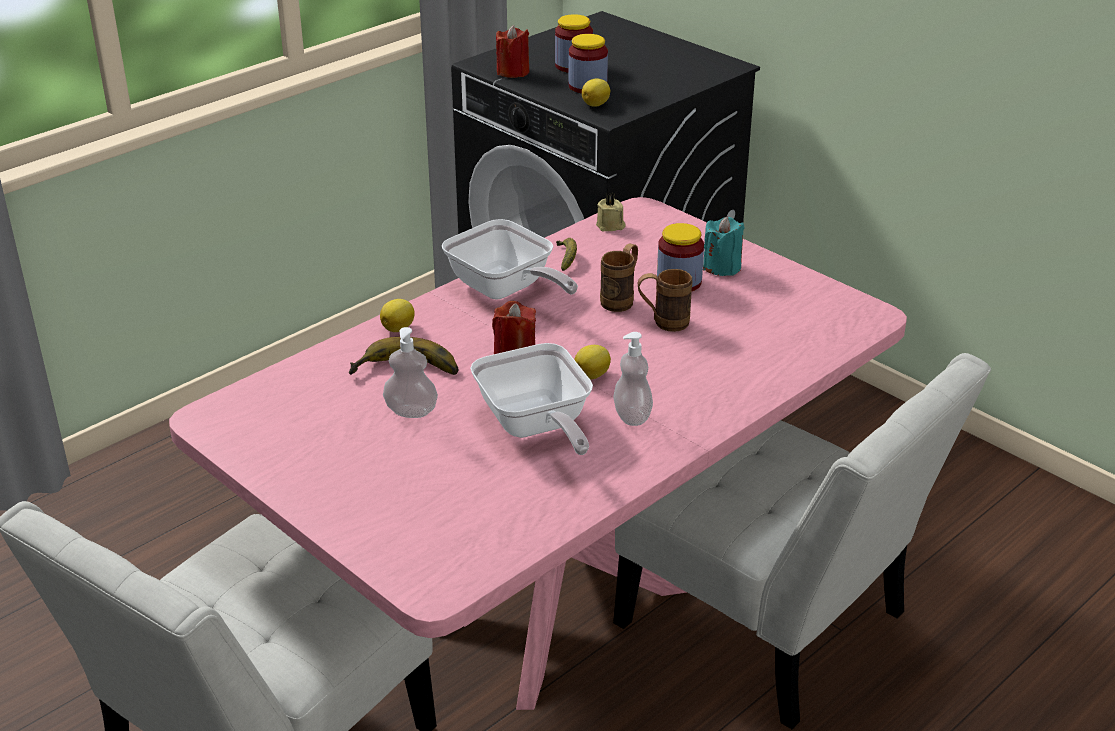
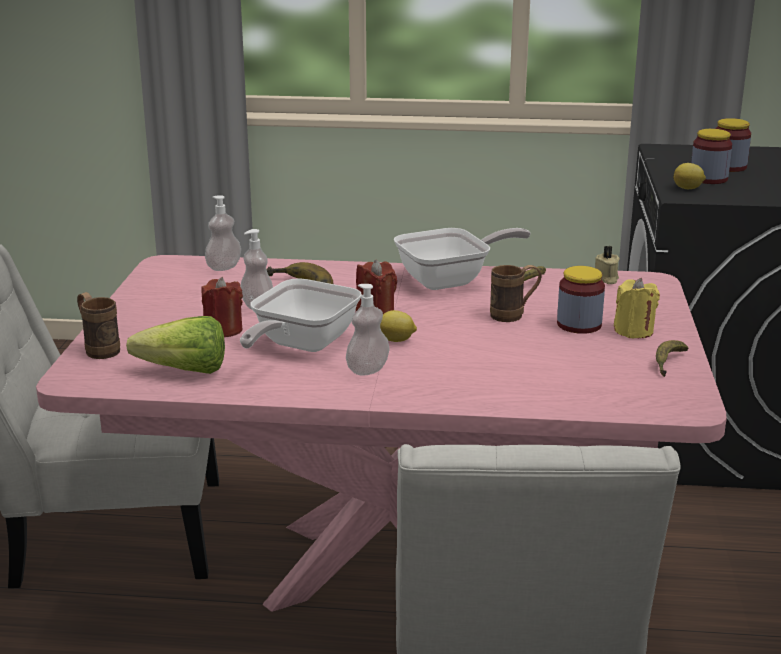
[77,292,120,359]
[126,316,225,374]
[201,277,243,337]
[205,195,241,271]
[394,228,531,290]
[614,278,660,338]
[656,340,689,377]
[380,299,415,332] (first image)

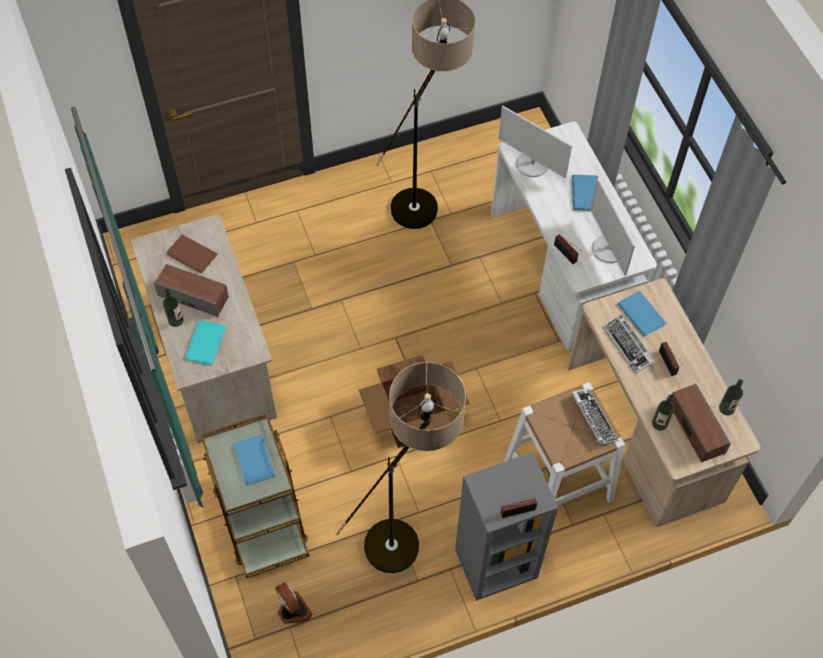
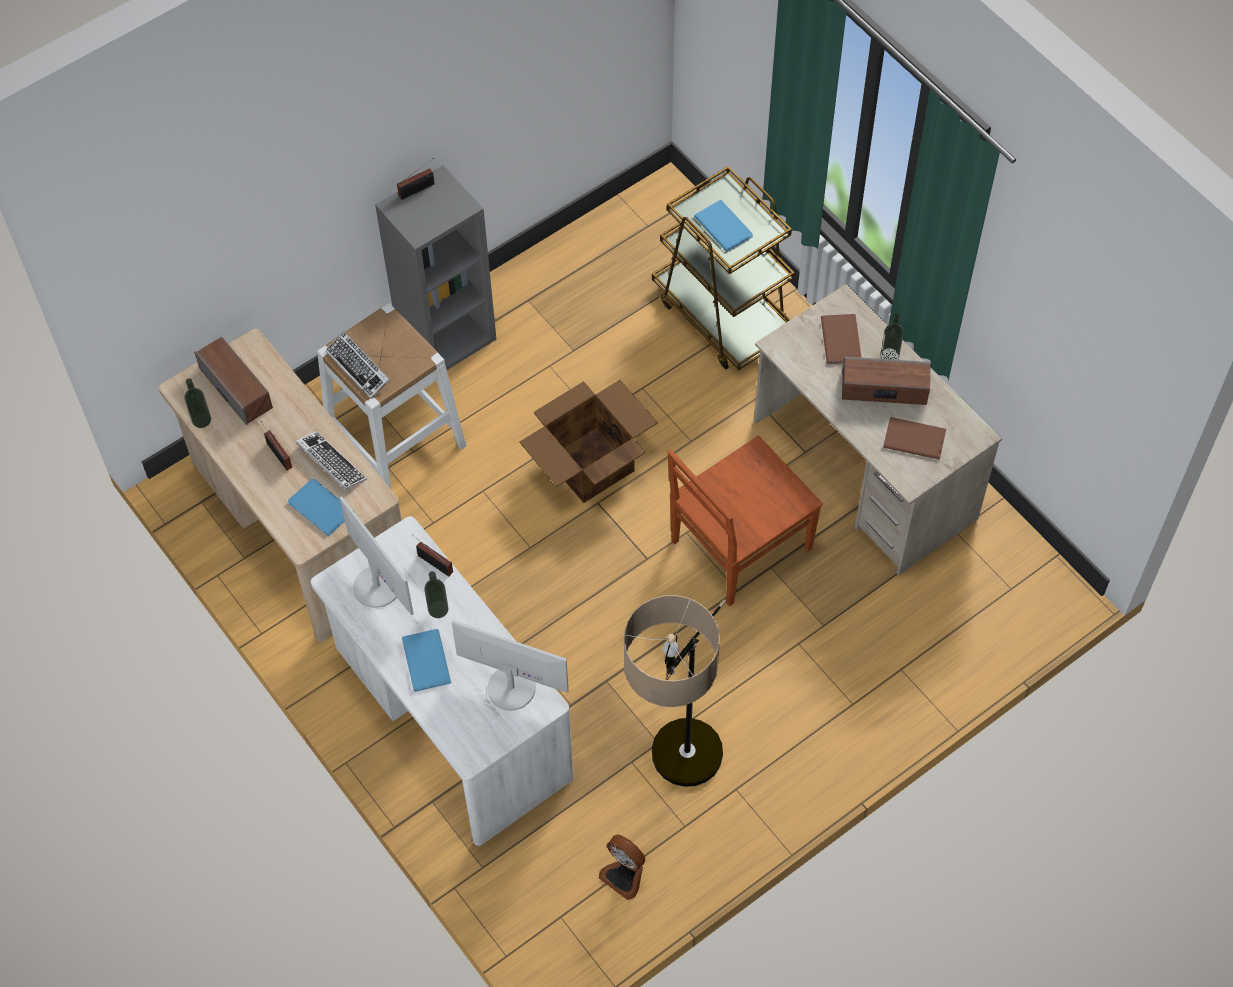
[424,571,448,618]
[599,835,645,900]
[667,435,823,606]
[821,314,862,364]
[336,362,466,573] (first image)

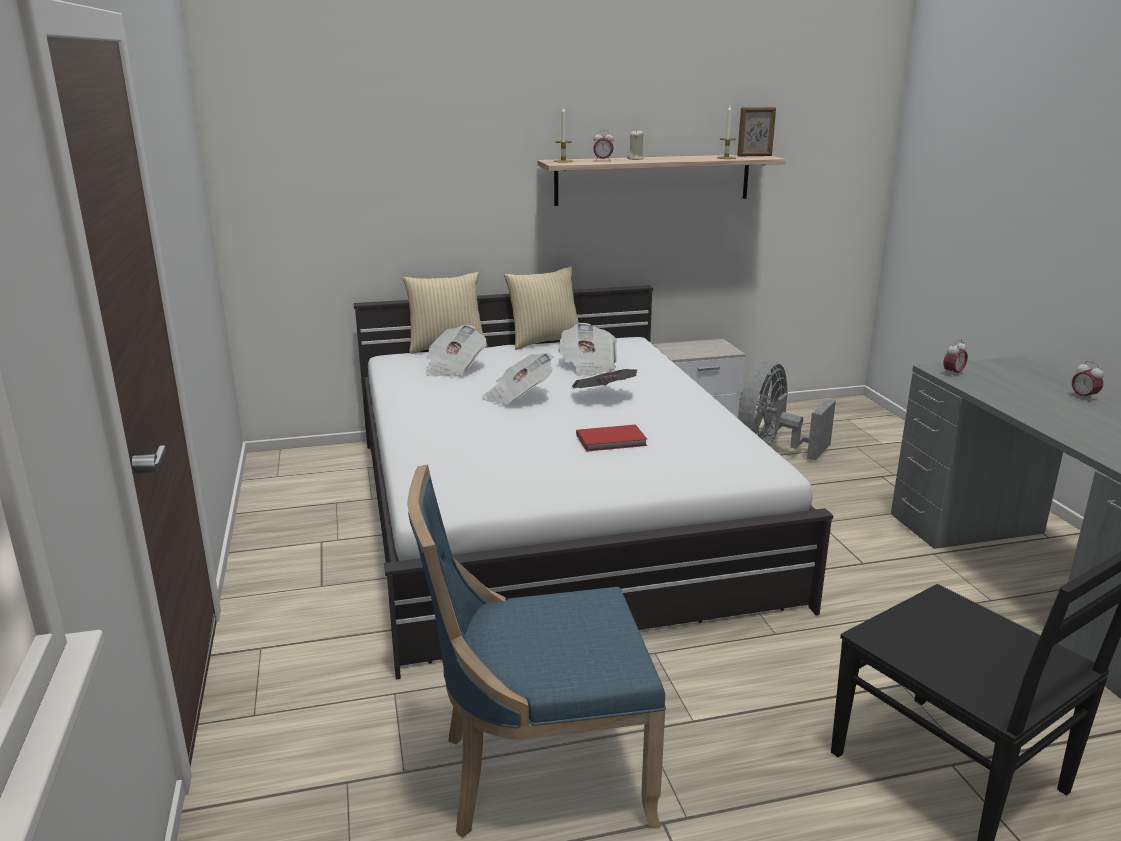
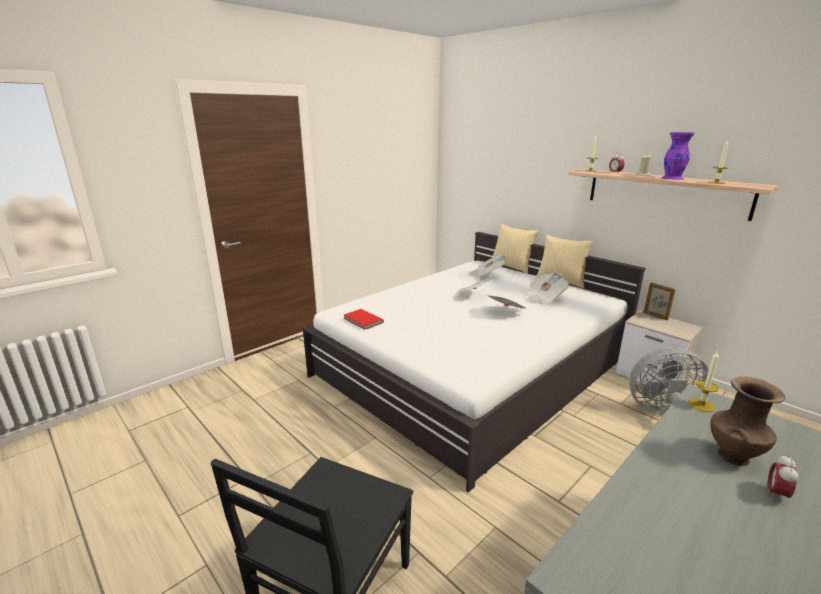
[343,309,384,330]
[644,283,676,320]
[661,132,695,180]
[689,350,719,412]
[710,376,785,466]
[407,464,666,838] (first image)

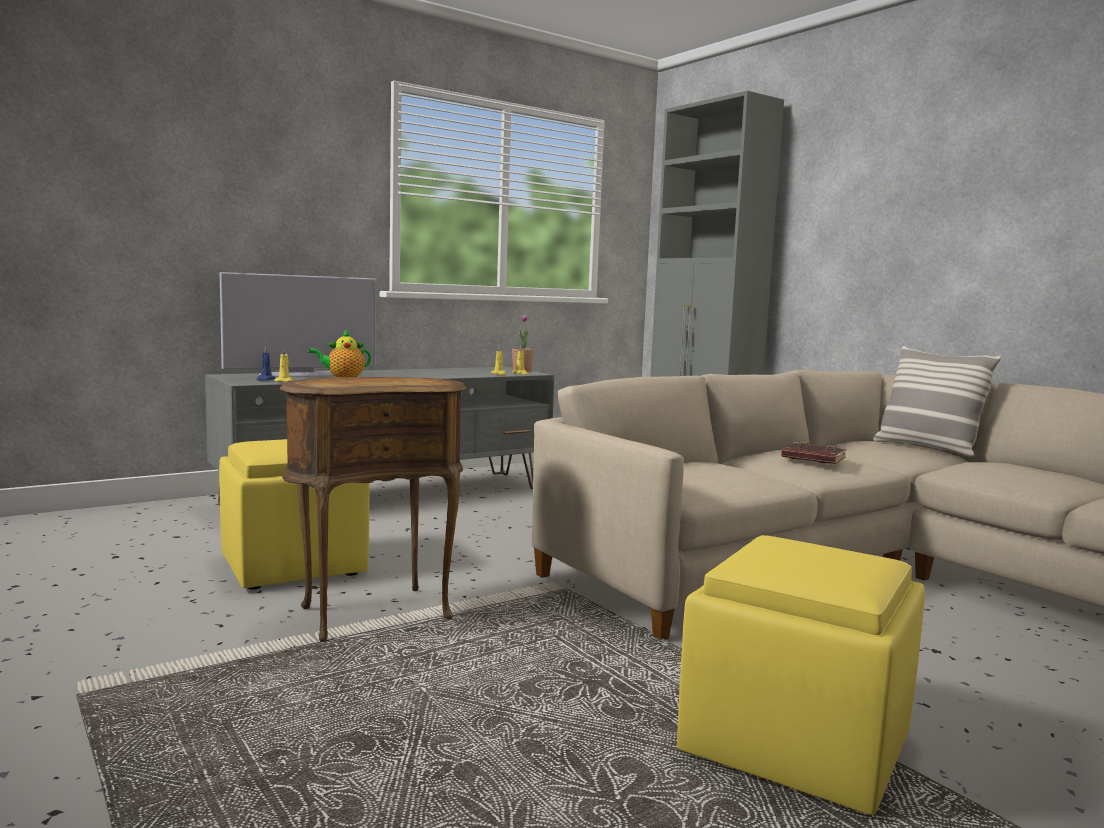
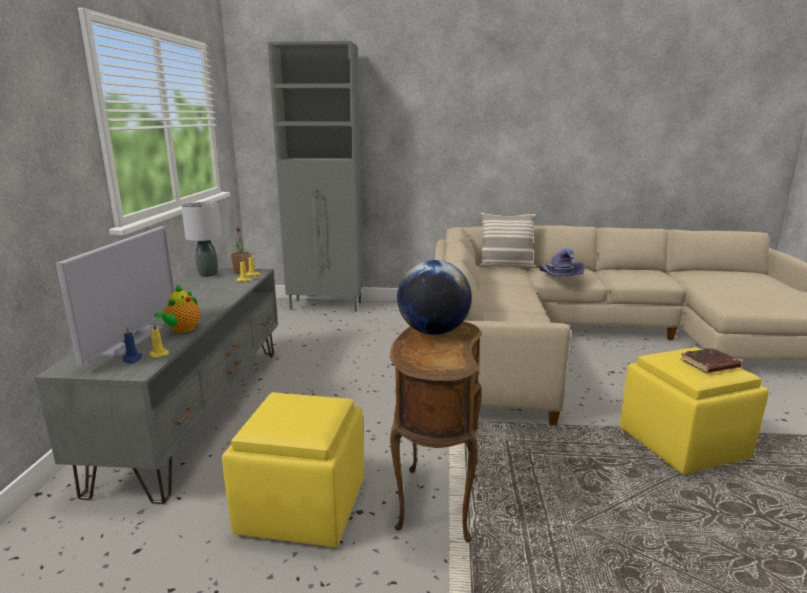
[181,202,222,277]
[397,260,472,335]
[539,247,585,276]
[680,348,742,373]

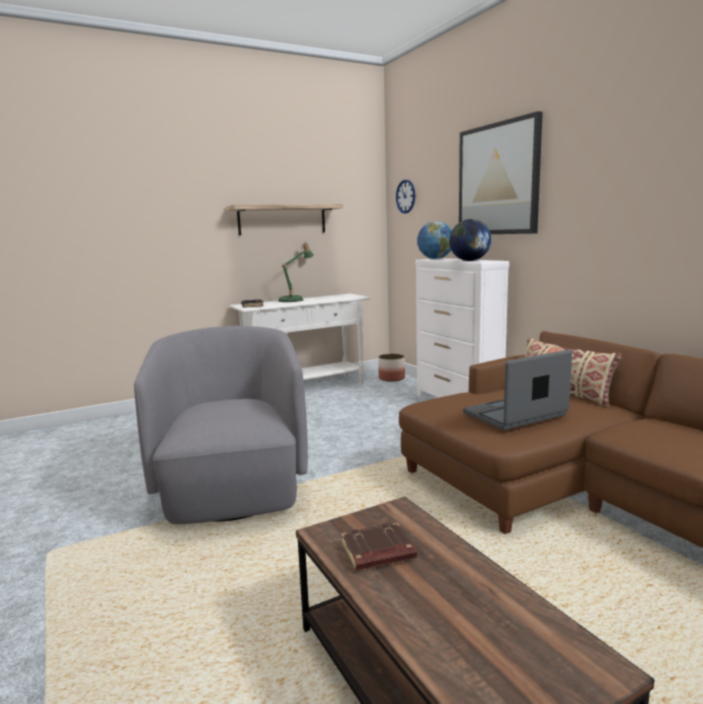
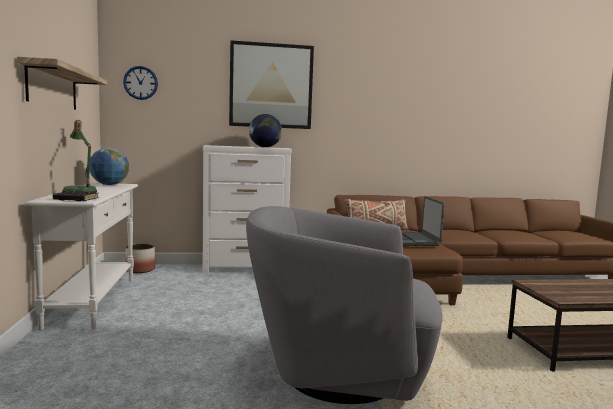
[90,148,129,185]
[341,522,417,571] (first image)

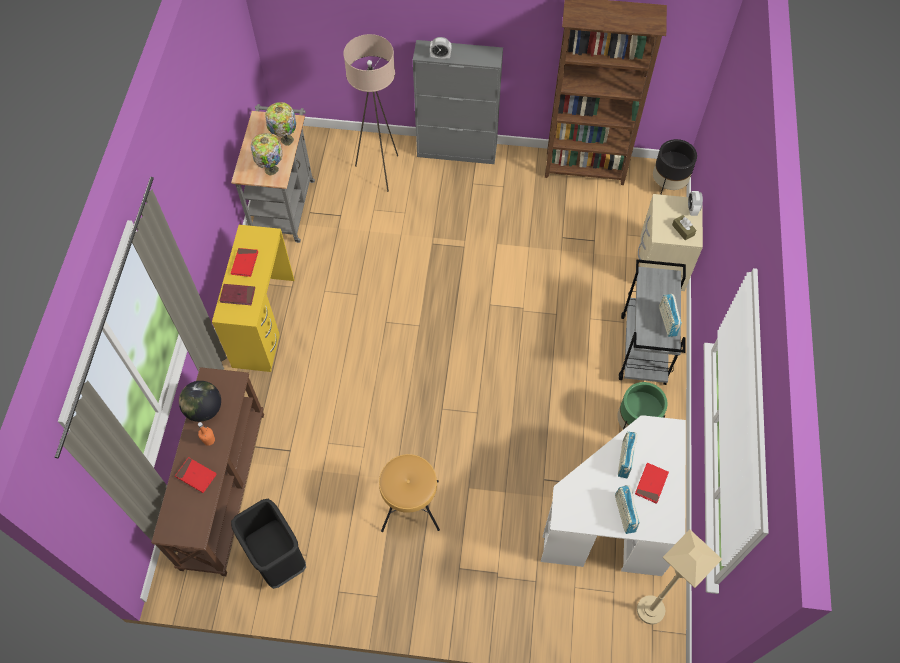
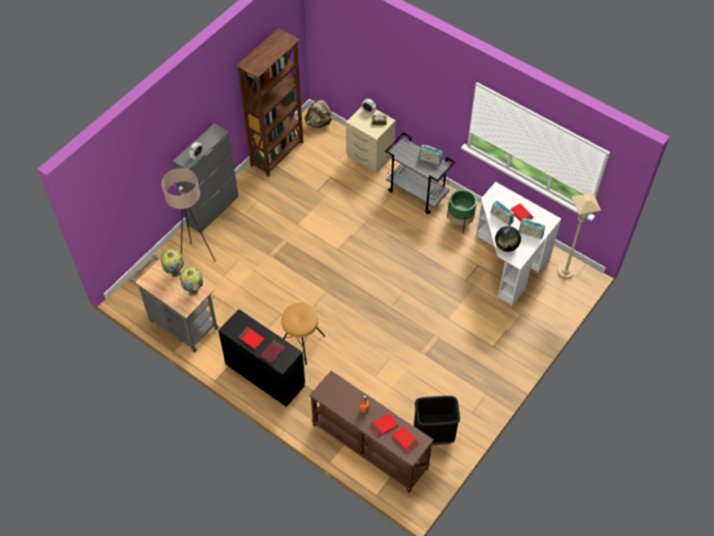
[218,309,305,407]
[281,303,325,365]
[305,98,333,128]
[392,426,419,453]
[495,226,521,252]

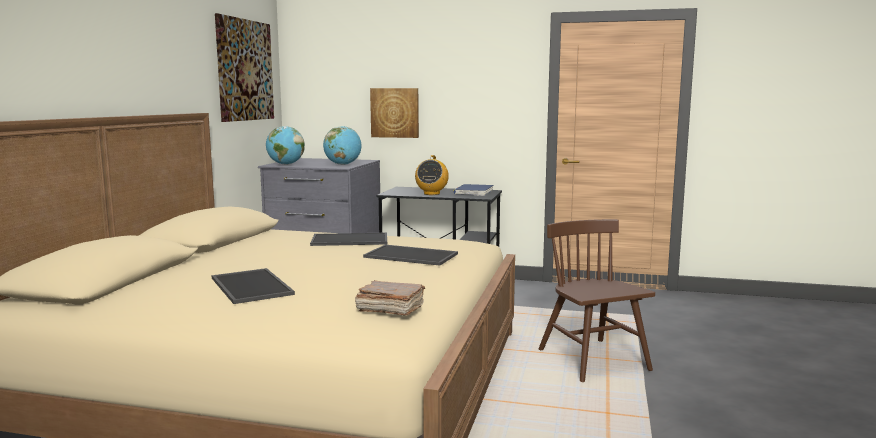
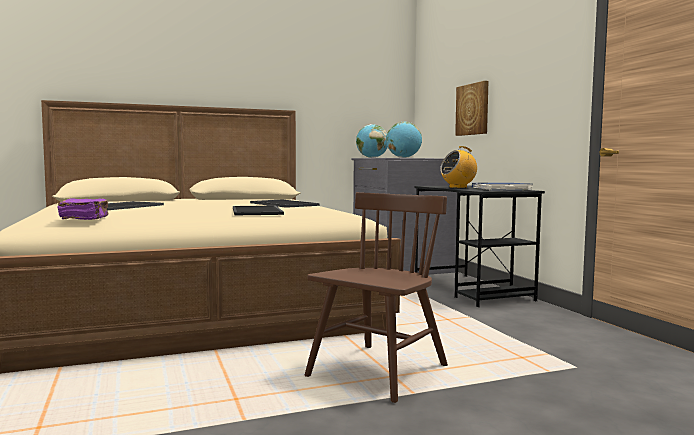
[57,198,109,220]
[215,13,274,122] (first image)

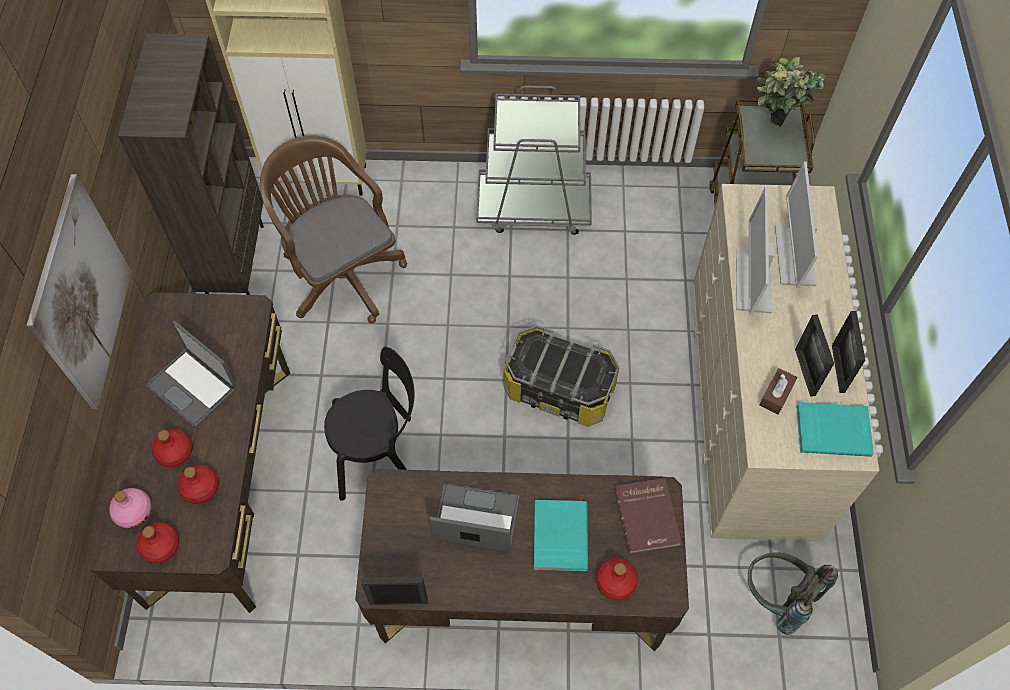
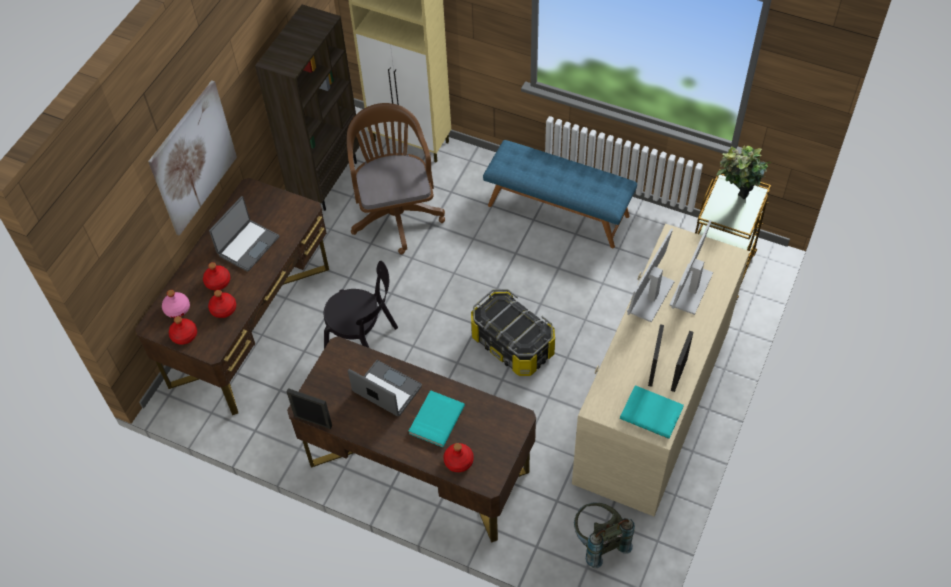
[209,196,279,272]
[483,140,637,248]
[614,478,682,554] (first image)
[759,368,798,415] (first image)

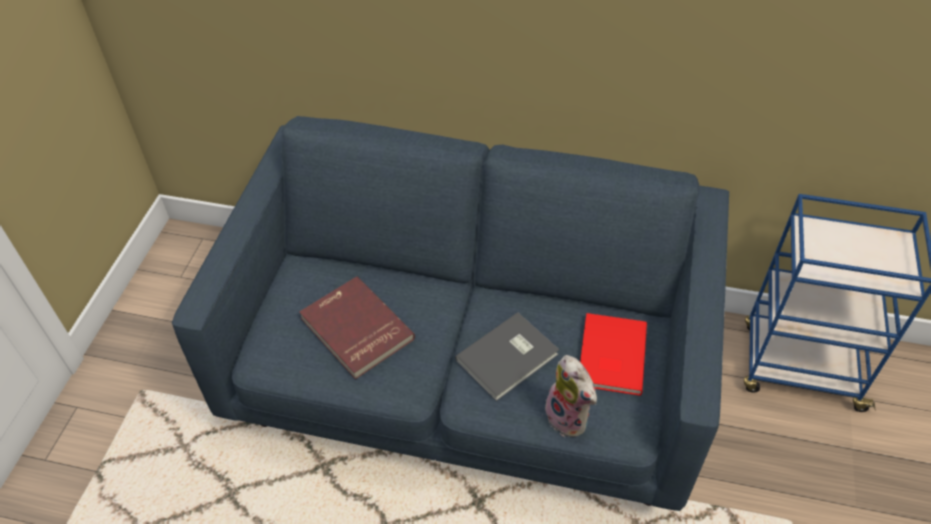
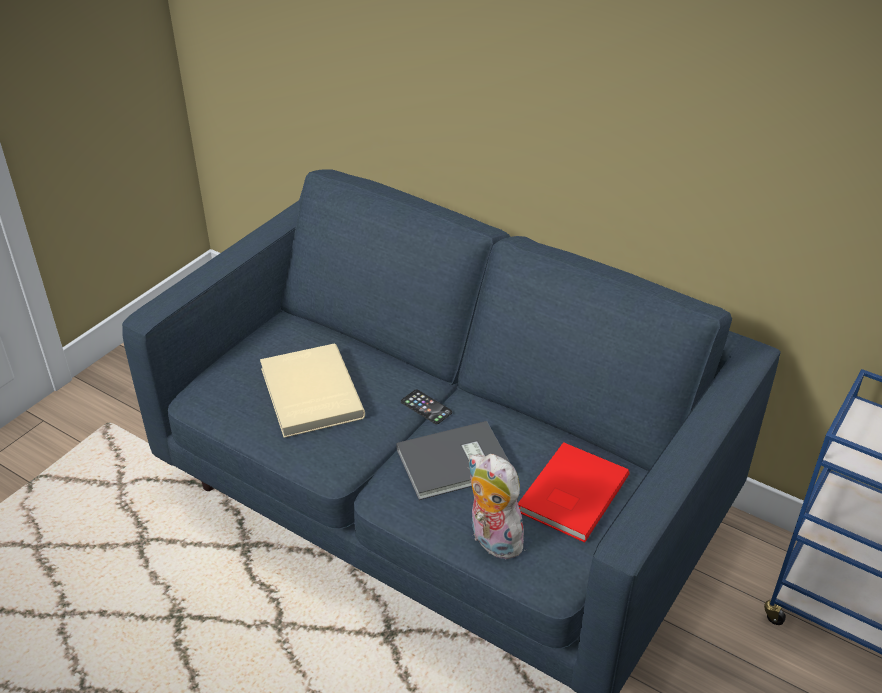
[260,343,365,438]
[401,389,452,424]
[469,454,530,559]

